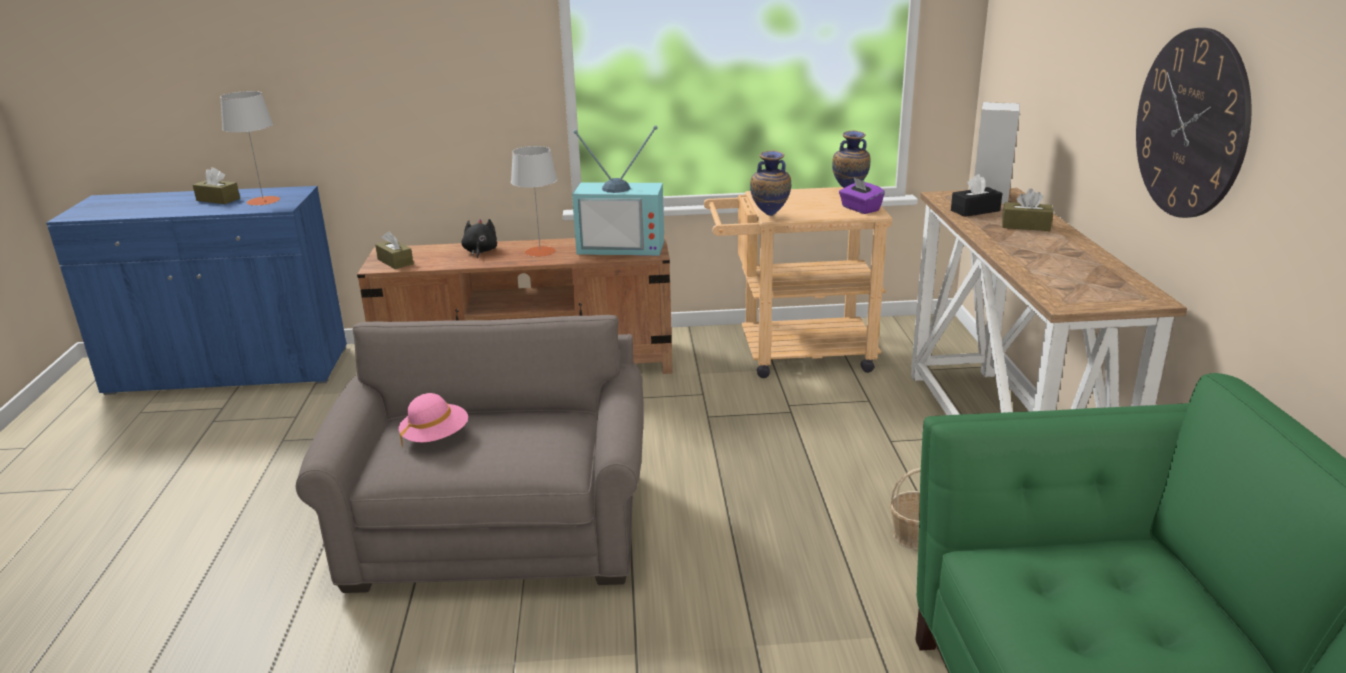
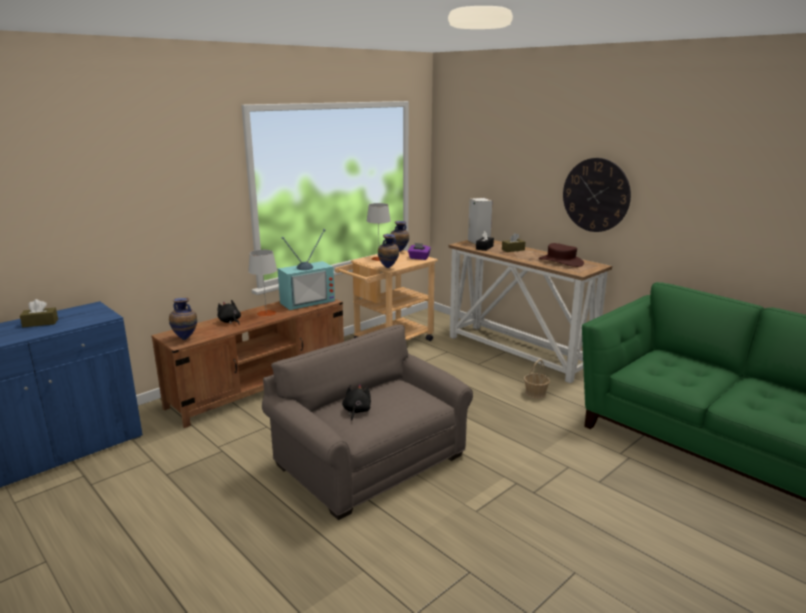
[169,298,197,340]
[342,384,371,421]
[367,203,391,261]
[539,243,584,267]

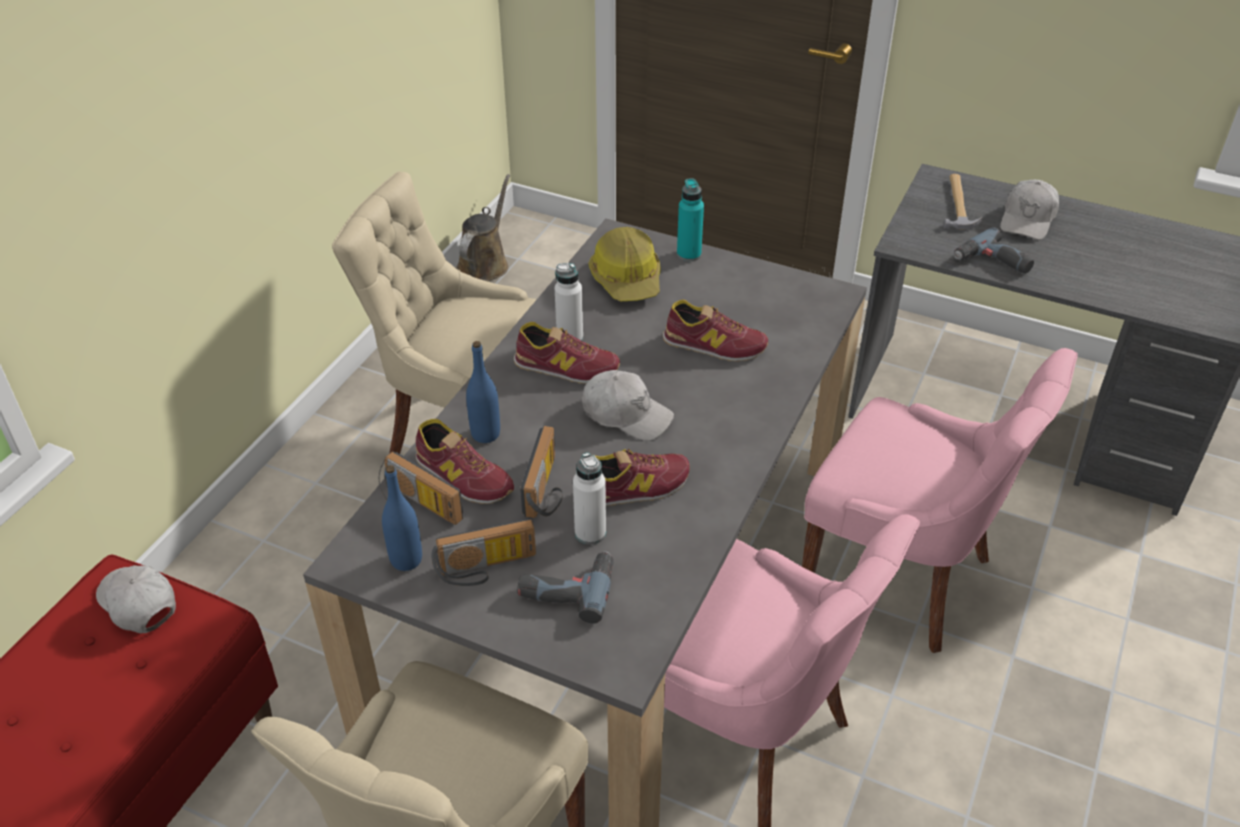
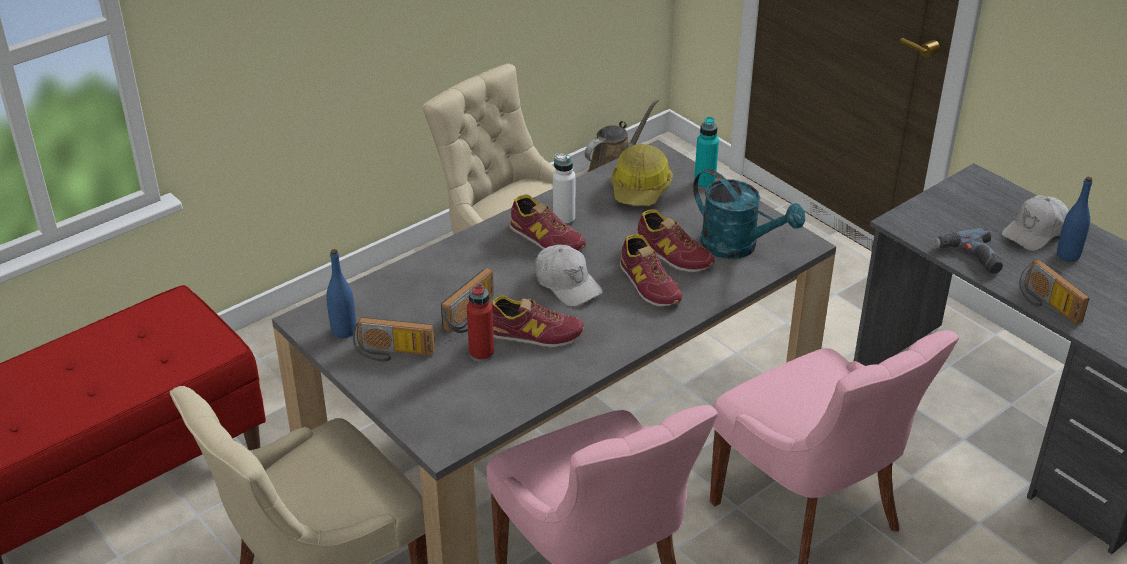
[467,283,494,362]
[620,234,682,307]
[693,169,805,259]
[1019,259,1090,324]
[1057,177,1092,262]
[96,565,176,633] (first image)
[517,551,614,624] (first image)
[944,174,982,229] (first image)

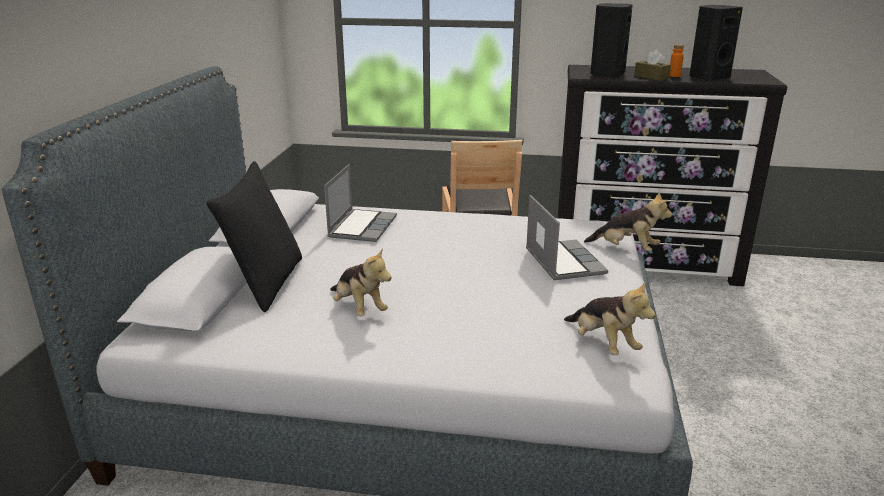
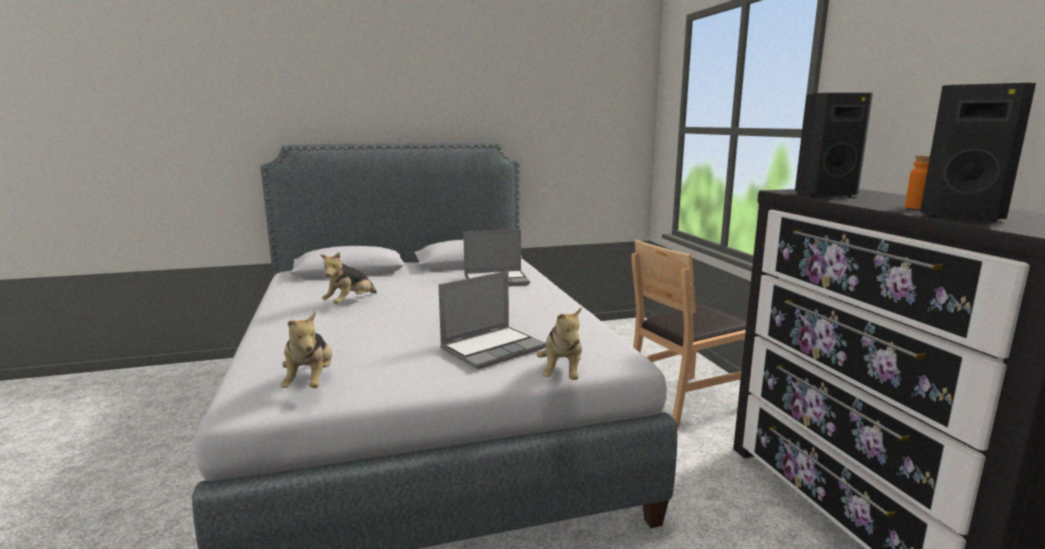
[280,311,333,388]
[206,161,302,312] (first image)
[634,50,671,81] (first image)

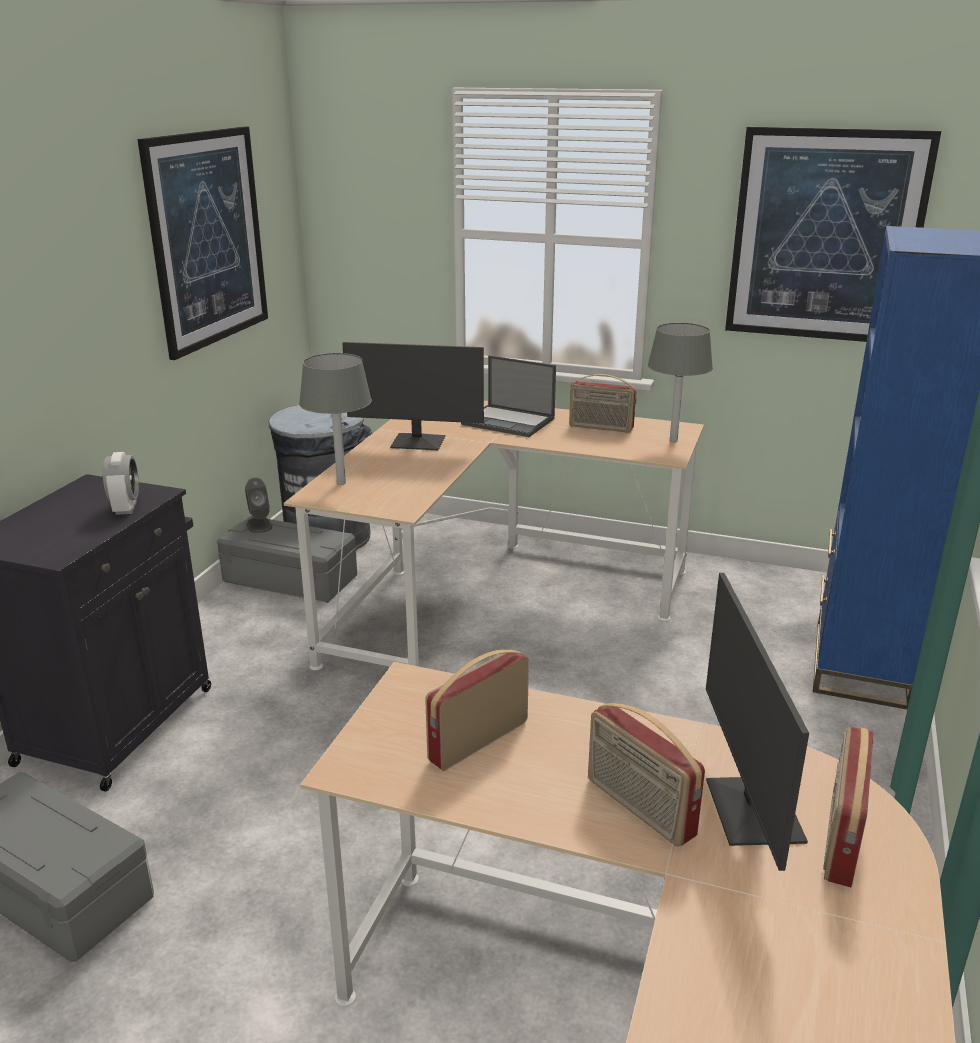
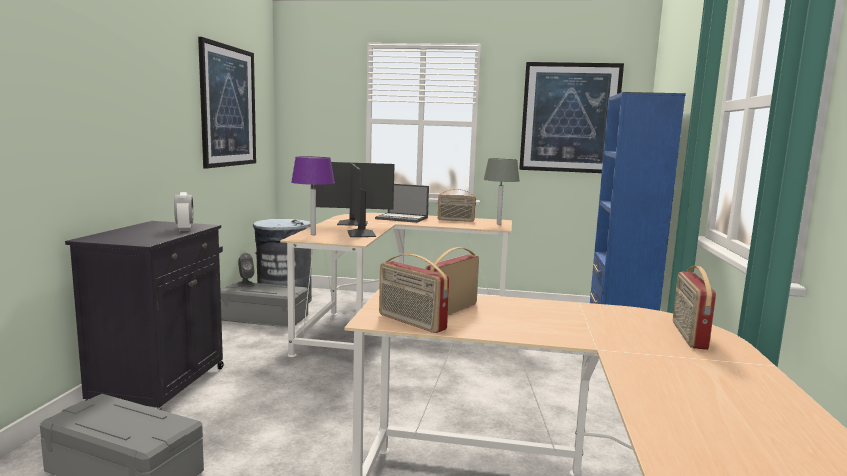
[291,156,335,235]
[347,163,376,237]
[379,254,449,333]

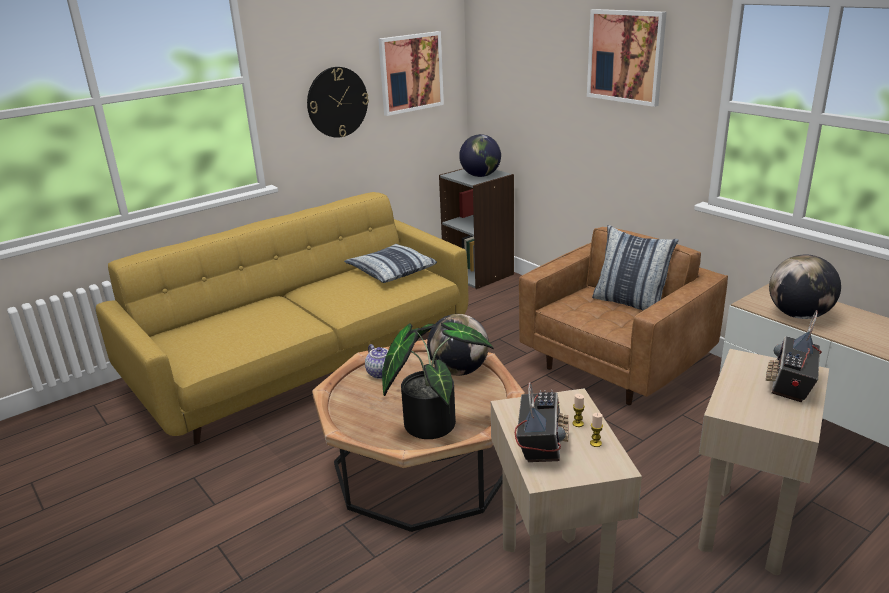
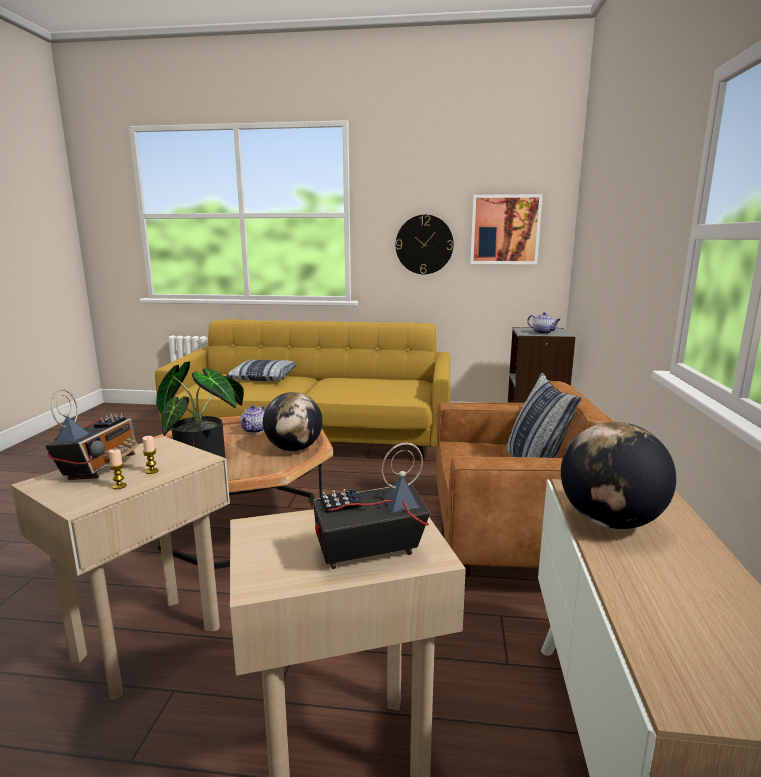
[45,389,139,480]
[226,360,297,381]
[527,312,561,334]
[587,9,667,107] (first image)

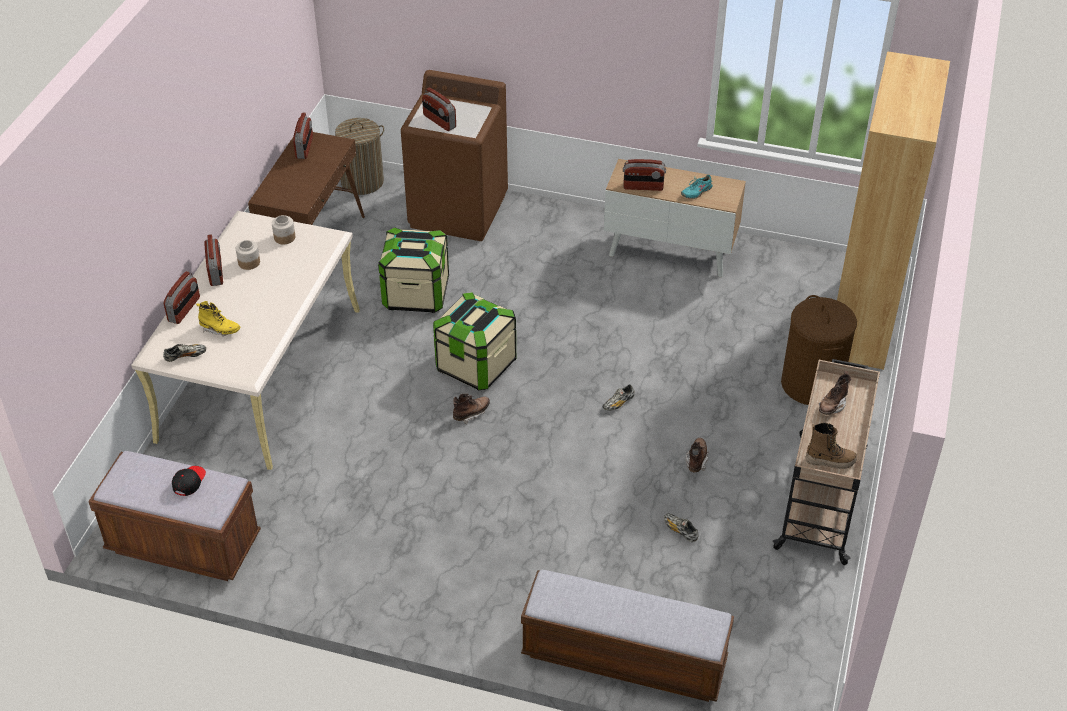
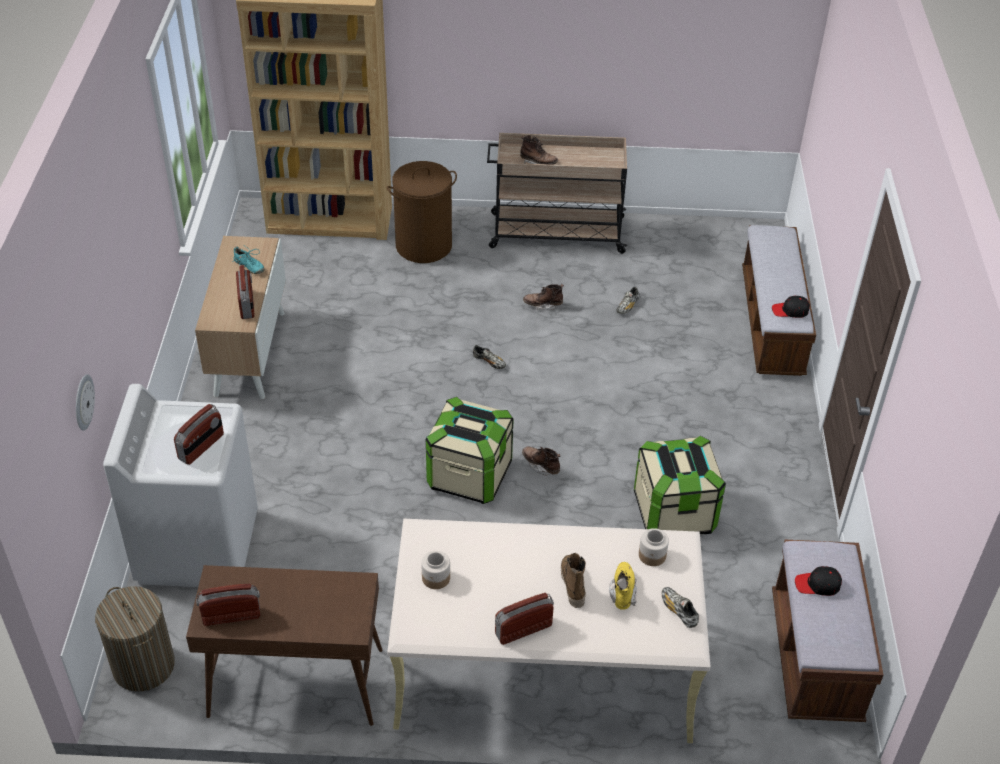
[76,374,95,431]
[103,384,258,587]
[561,553,586,608]
[634,436,726,534]
[639,528,669,566]
[772,296,810,318]
[164,271,200,324] (first image)

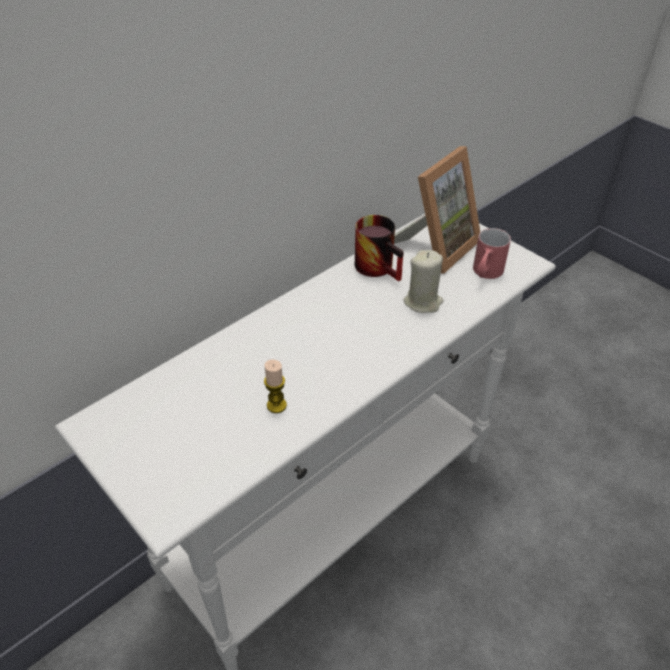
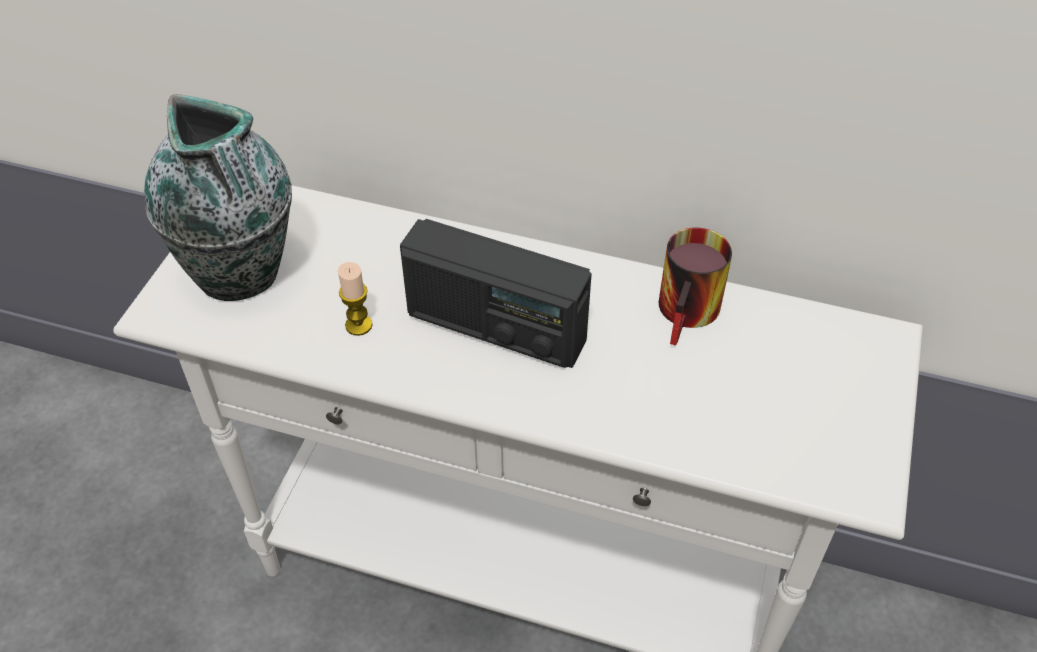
[144,94,292,301]
[400,219,592,368]
[394,146,480,274] (first image)
[403,250,443,313] (first image)
[473,228,511,279] (first image)

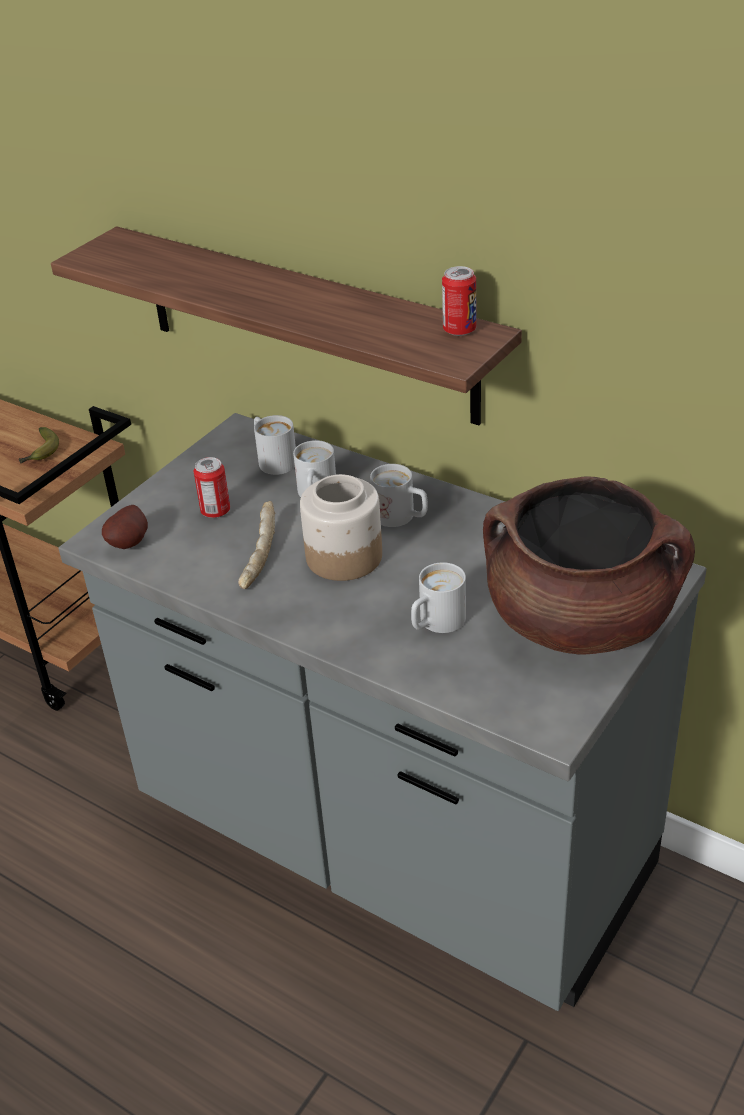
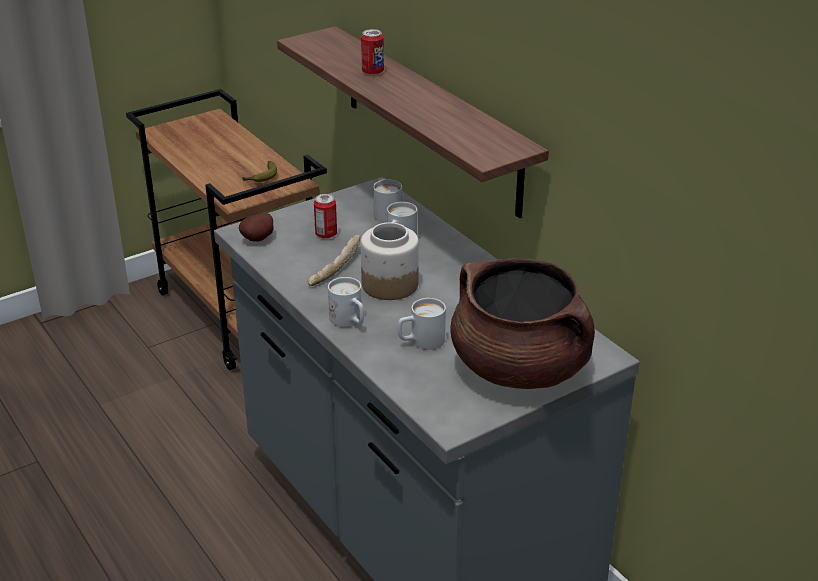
[328,277,364,327]
[361,29,384,75]

